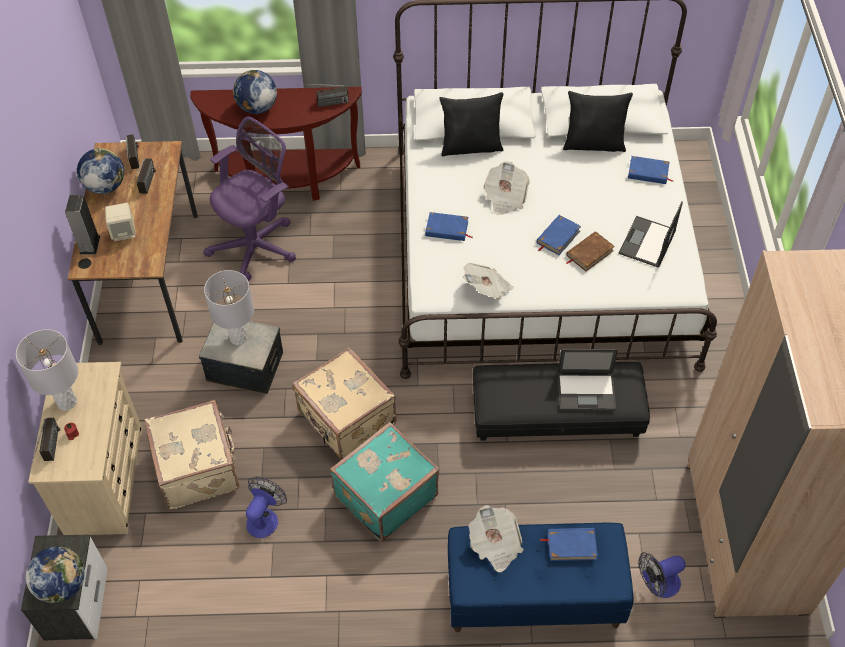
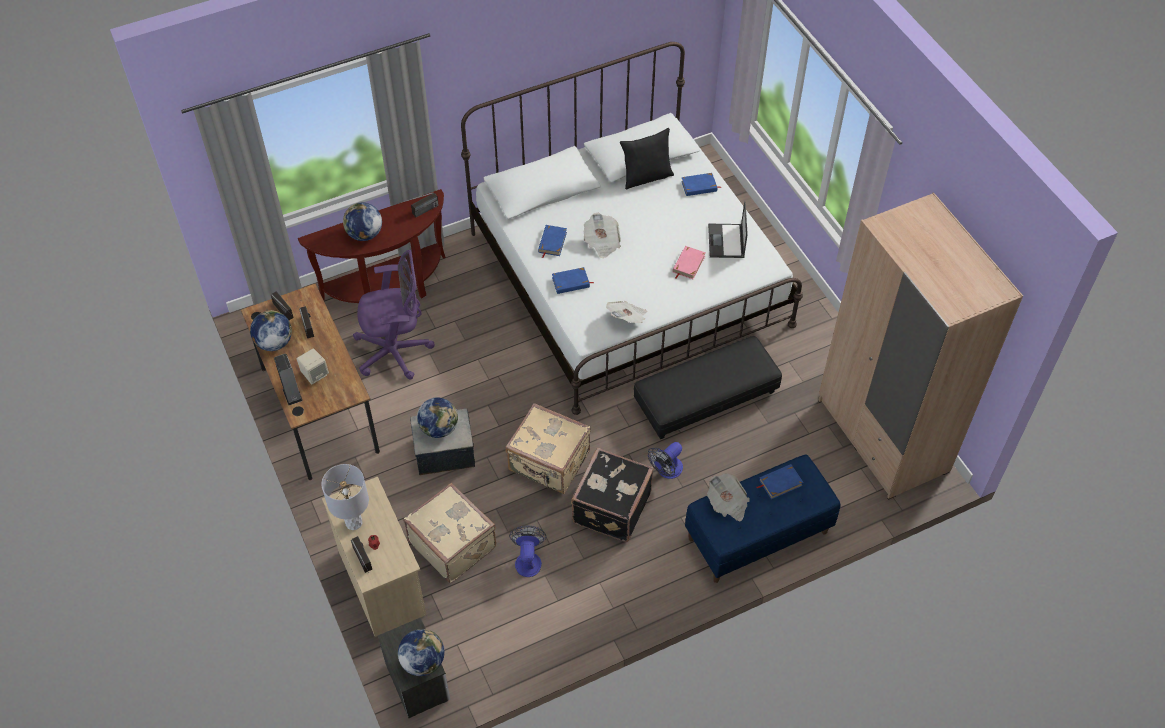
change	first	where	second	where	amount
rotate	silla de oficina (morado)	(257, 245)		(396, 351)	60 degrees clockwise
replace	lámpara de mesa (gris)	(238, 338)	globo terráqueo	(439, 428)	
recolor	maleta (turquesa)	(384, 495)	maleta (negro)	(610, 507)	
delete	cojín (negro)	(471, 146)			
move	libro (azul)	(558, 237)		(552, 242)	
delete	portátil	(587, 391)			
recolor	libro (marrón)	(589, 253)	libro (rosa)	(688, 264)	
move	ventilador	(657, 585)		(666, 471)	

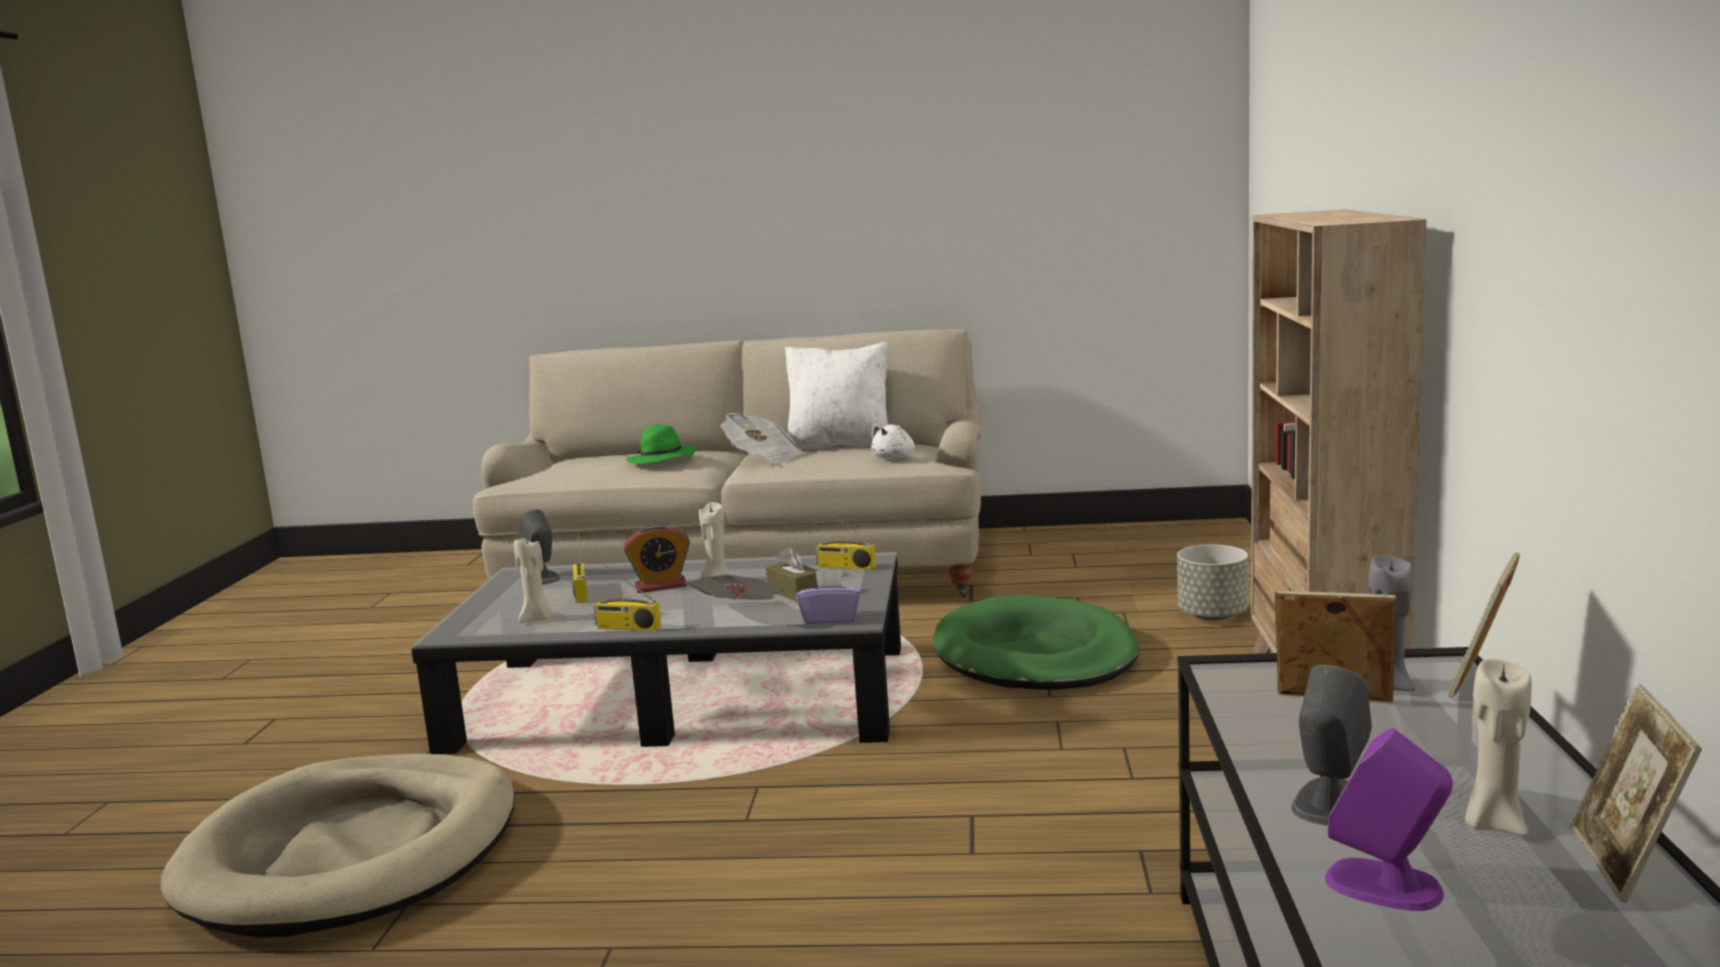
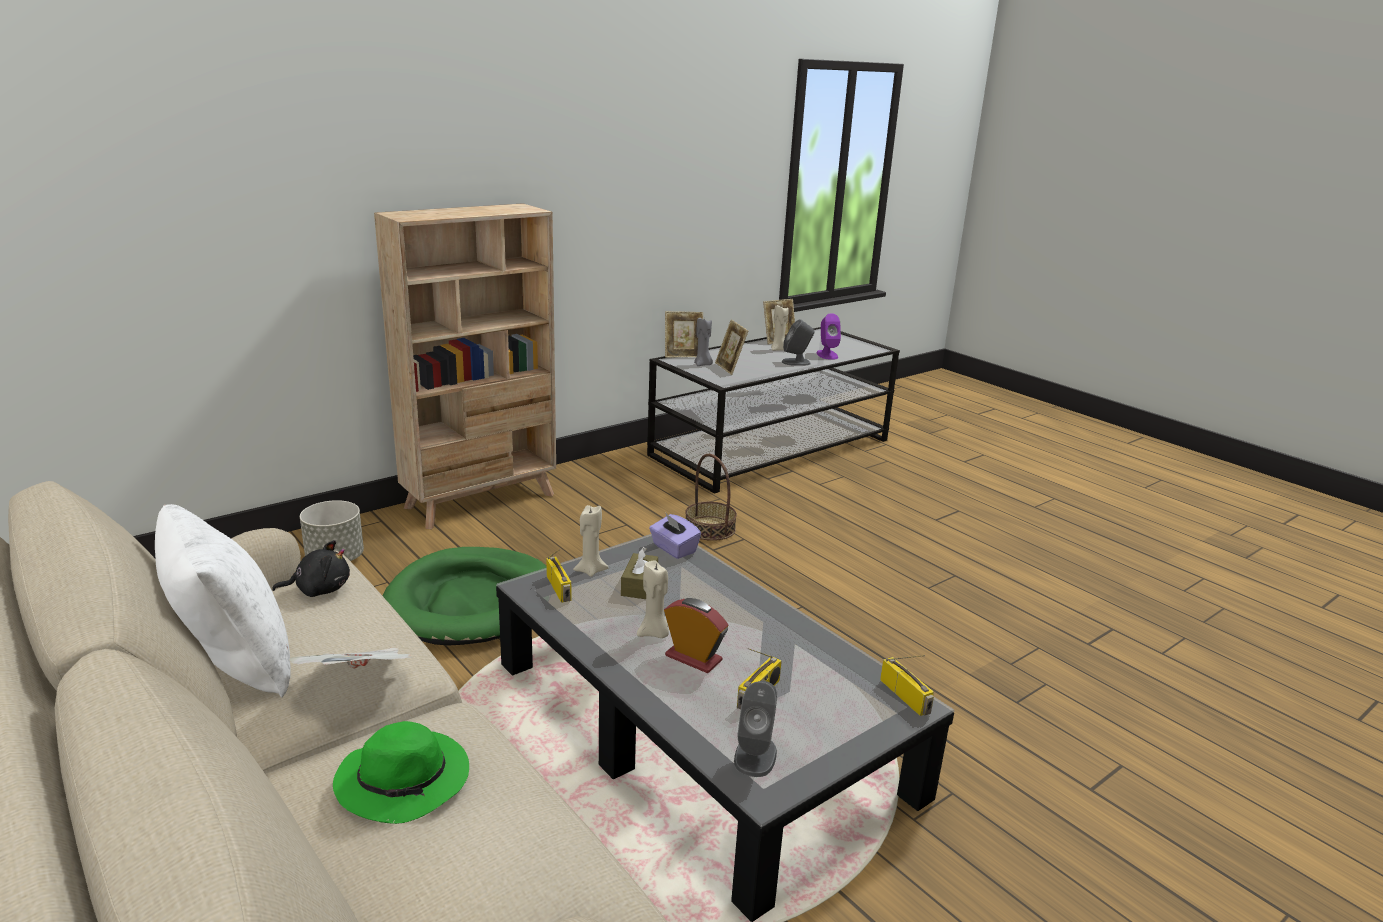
change	first	where	second	where	amount
delete	cama para perro (beis)	(353, 853)			
move	vela (beis)	(537, 619)		(590, 570)	
move	radio	(627, 628)		(906, 696)	
delete	periódico	(740, 615)			
recolor	peluche (blanco)	(895, 458)	peluche (negro)	(319, 589)	
insert			cesta	(709, 528)	

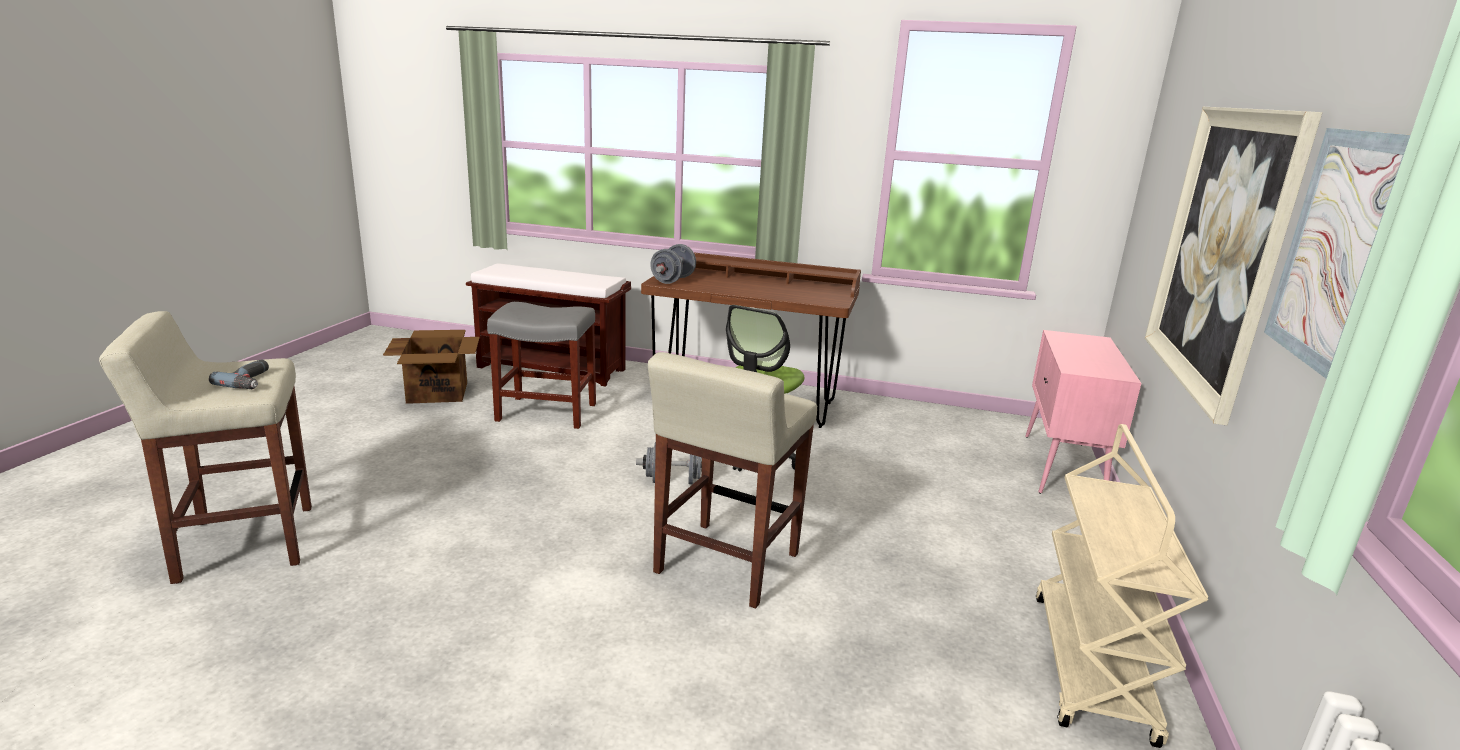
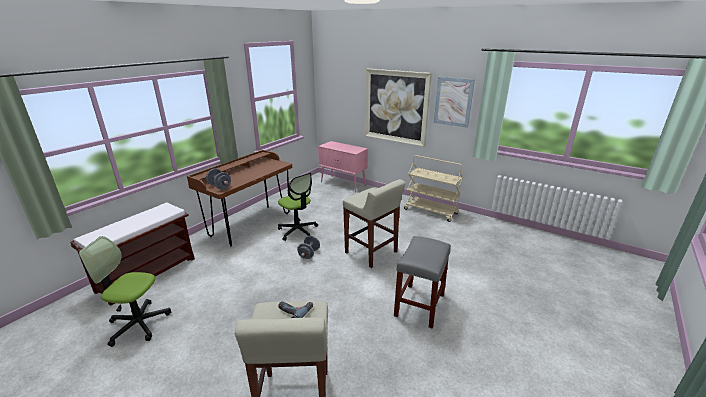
change	first	where	second	where	amount
replace	caja de cartón	(438, 392)	silla de oficina	(138, 324)	
move	taburete (gris)	(545, 412)		(419, 306)	

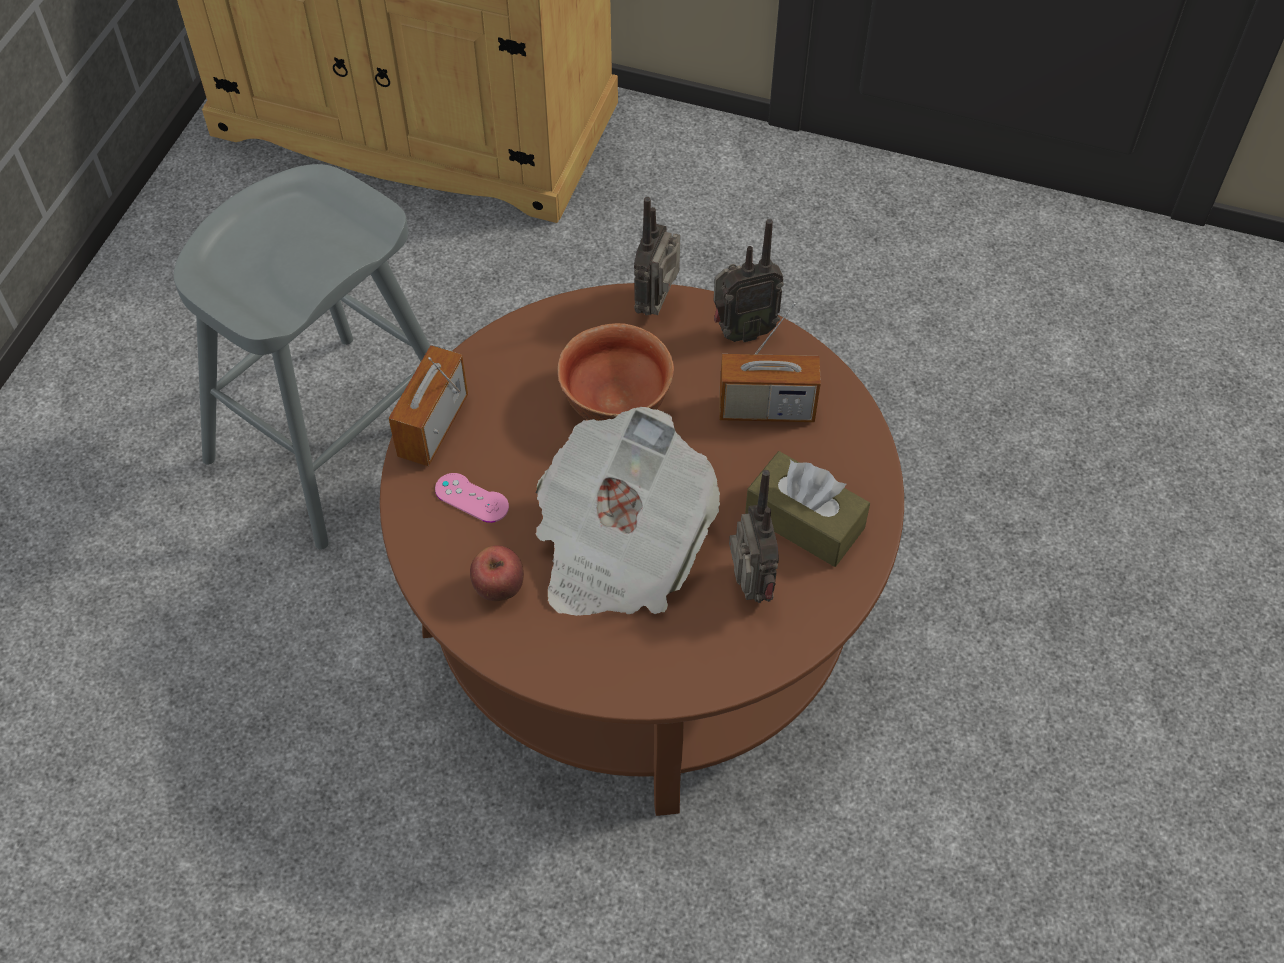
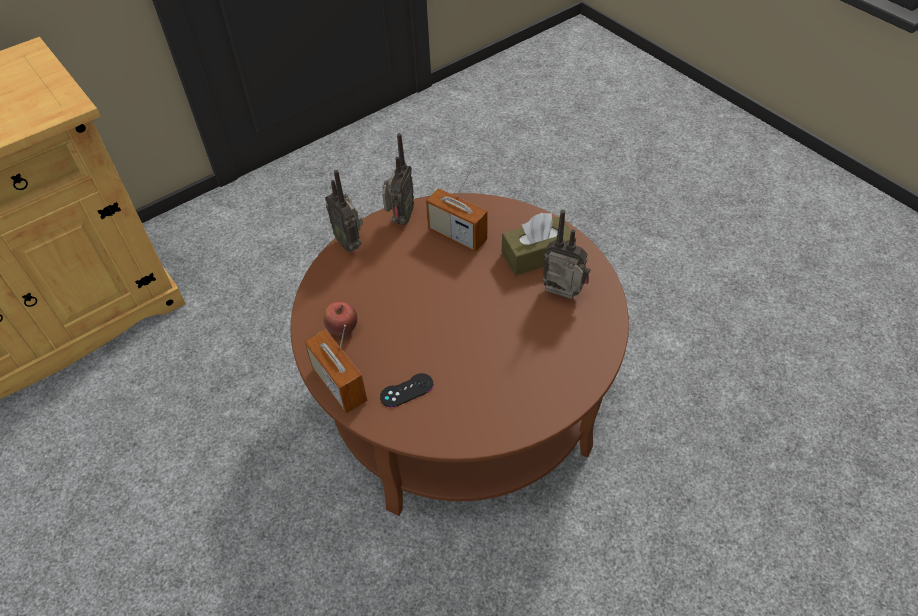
change	first	where	second	where	amount
delete	taburete (gris)	(335, 439)			
recolor	mando de consola (rosa)	(472, 498)	mando de consola (negro)	(406, 390)	
move	manzana	(499, 588)		(342, 330)	
delete	periódico	(619, 546)			
delete	cuenco	(614, 402)			
rotate	radio	(766, 409)		(457, 235)	90 degrees clockwise

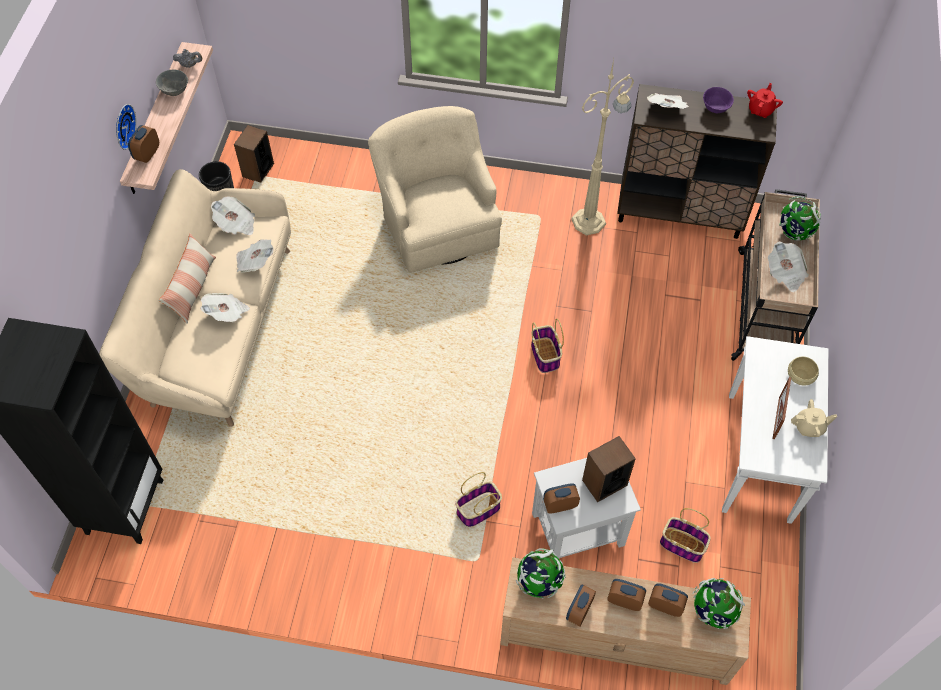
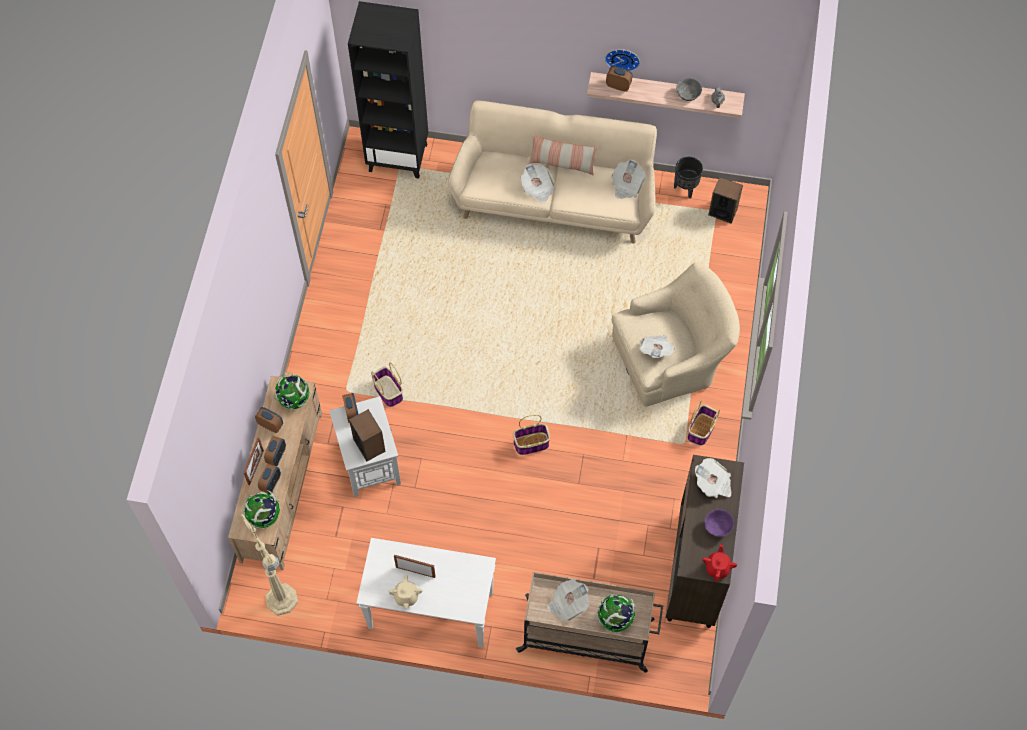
change	first	where	second	where	amount
move	periódico	(255, 262)		(656, 350)	
move	lámpara de pie (beis)	(590, 221)		(282, 601)	
move	cesta	(683, 545)		(701, 430)	
rotate	tetera (rojo)	(761, 110)		(717, 567)	105 degrees counterclockwise
delete	cuenco (beis)	(800, 375)			
insert			portarretratos	(255, 467)	

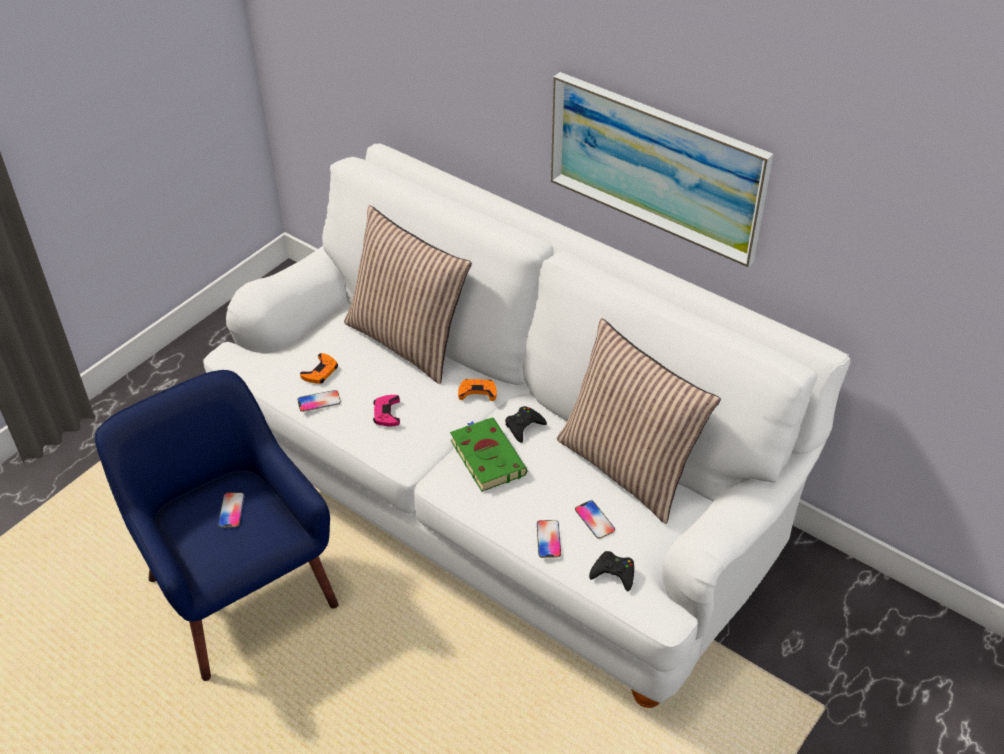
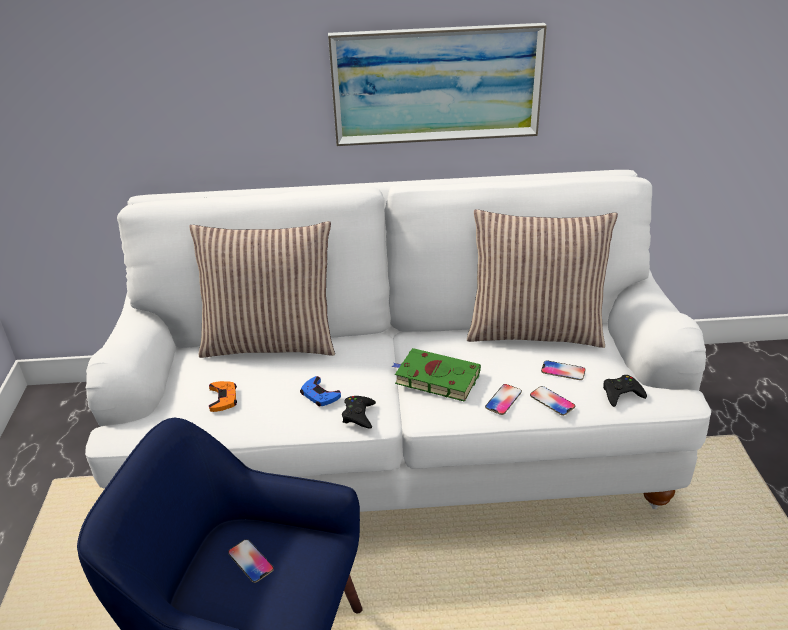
change	first	where	second	where	amount
move	móvil	(319, 401)		(503, 400)	
recolor	mando de consola (rosa)	(386, 413)	mando de consola (azul)	(319, 395)	
delete	mando de consola (naranja)	(477, 392)			
move	mando de consola (negro)	(524, 426)		(359, 415)	

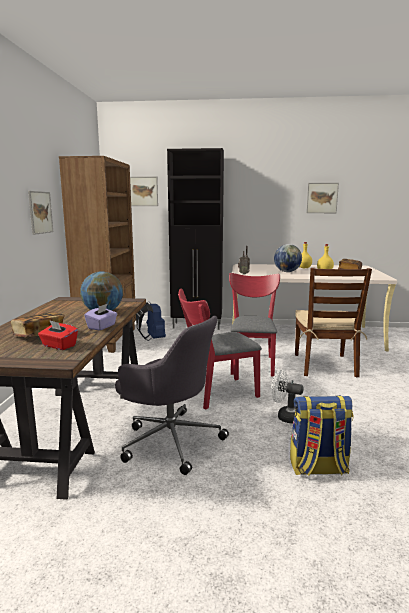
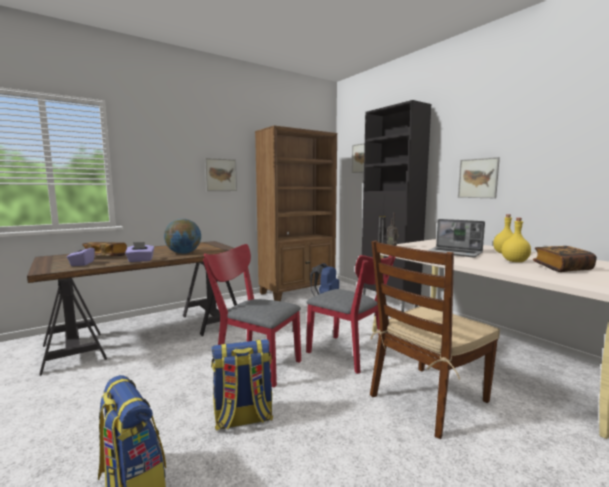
change	first	where	second	where	amount
recolor	caja de pañuelos (rojo)	(59, 346)	caja de pañuelos (morado)	(82, 264)	
delete	silla de oficina (gris)	(170, 440)			
rotate	silla (rojo)	(252, 363)		(350, 355)	75 degrees clockwise
replace	ventilador (blanco)	(285, 416)	mochila	(243, 419)	
replace	globo terráqueo	(287, 272)	portátil	(455, 253)	
move	cuadro	(322, 198)		(478, 178)	

